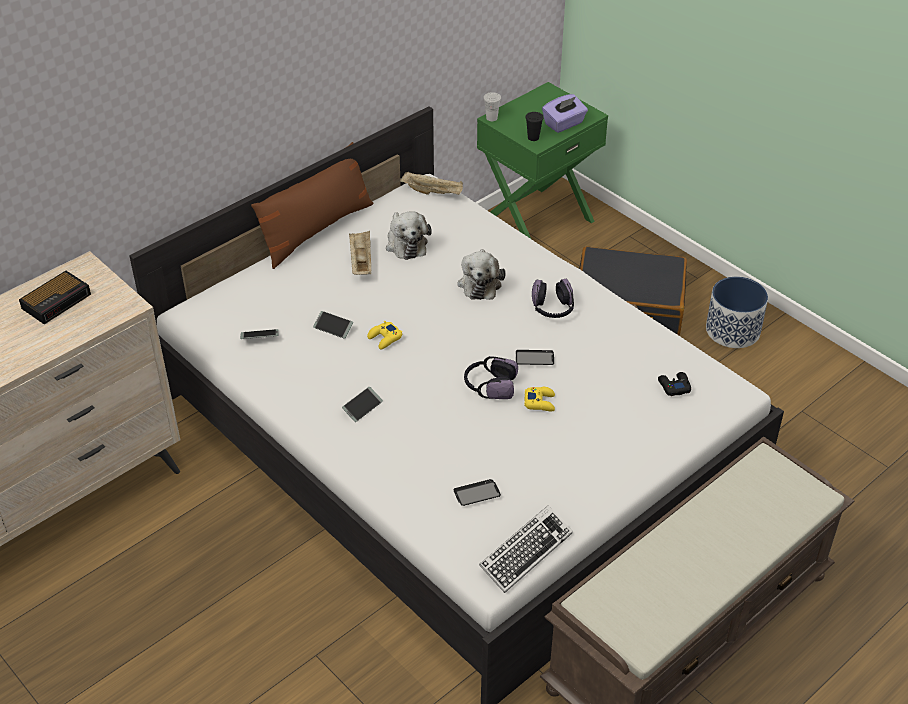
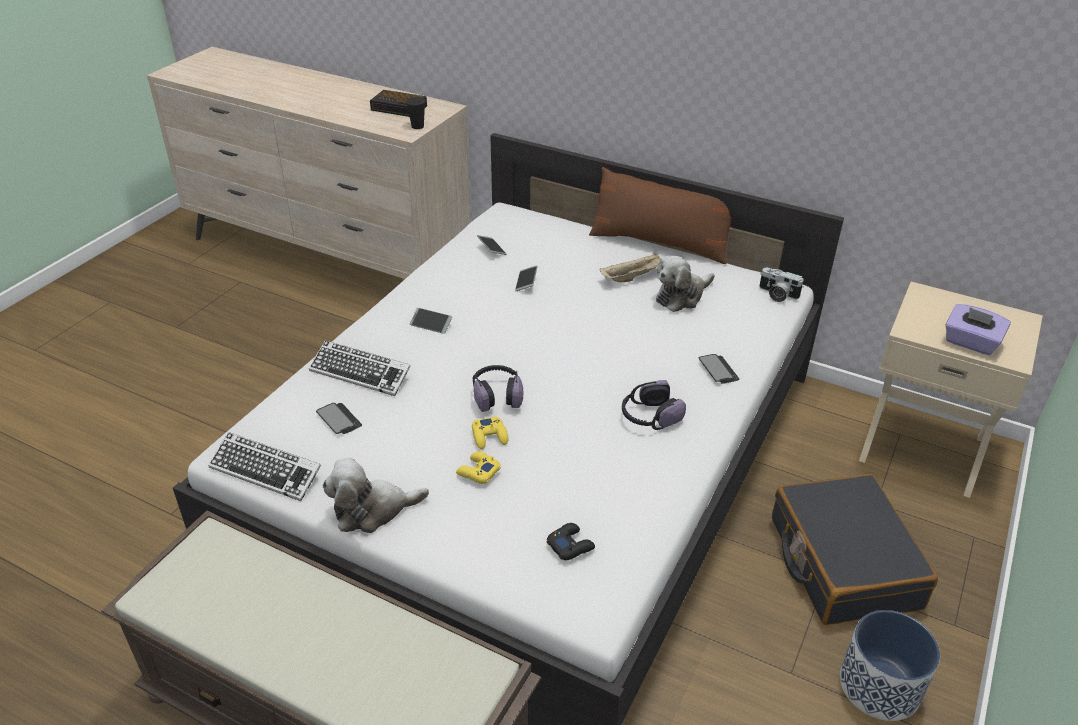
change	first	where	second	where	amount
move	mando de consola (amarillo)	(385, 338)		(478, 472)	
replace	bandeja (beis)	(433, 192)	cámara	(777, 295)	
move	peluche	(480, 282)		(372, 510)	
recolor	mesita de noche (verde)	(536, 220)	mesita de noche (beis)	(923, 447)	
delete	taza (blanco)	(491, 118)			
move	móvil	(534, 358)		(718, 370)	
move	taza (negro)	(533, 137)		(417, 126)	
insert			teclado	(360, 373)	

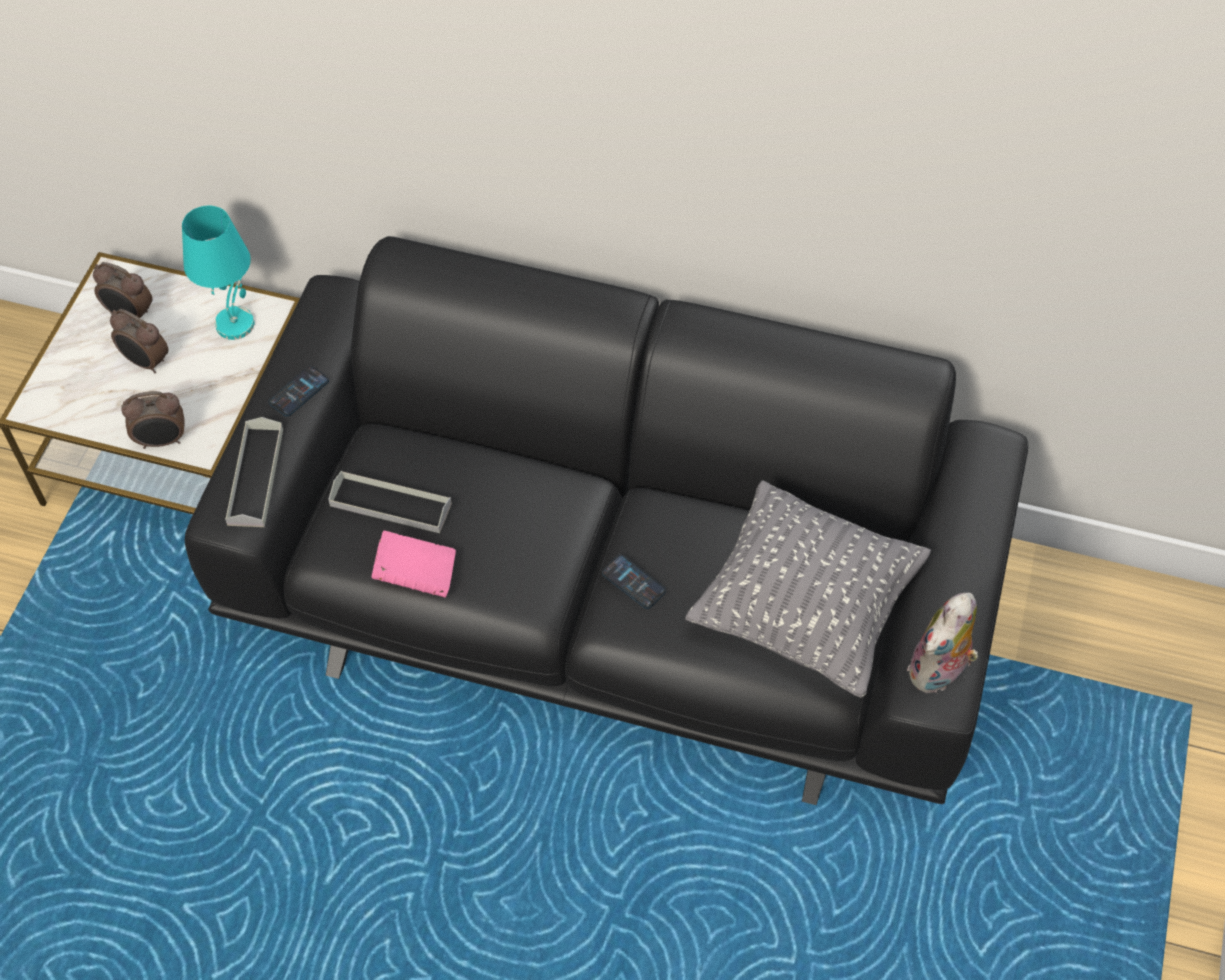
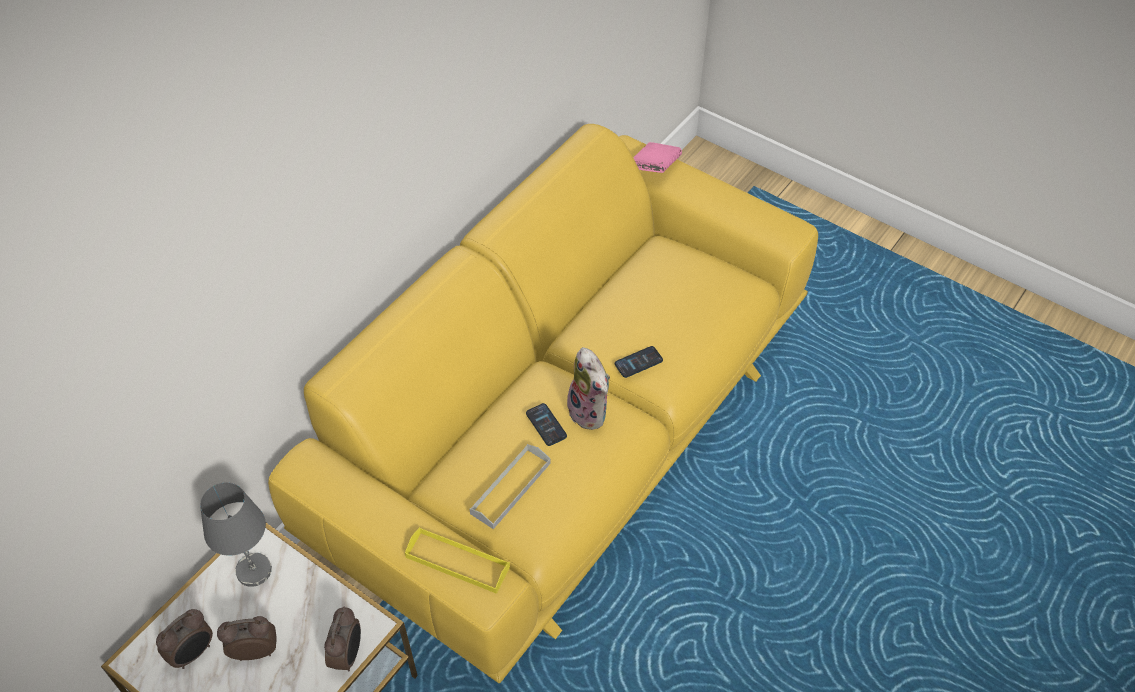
change	first	where	second	where	amount
rotate	despertador	(146, 362)		(255, 650)	150 degrees counterclockwise
recolor	lámpara de mesa (turquesa)	(235, 323)	lámpara de mesa (gris)	(253, 570)	
recolor	sofá (negro)	(616, 597)	sofá (amarillo)	(567, 434)	
recolor	bandeja (gris)	(255, 476)	bandeja (amarillo)	(457, 562)	
move	móvil	(299, 392)		(546, 425)	
move	libro (rosa)	(416, 575)		(655, 168)	
delete	cojín (gris)	(805, 611)			
move	peluche	(938, 672)		(590, 412)	

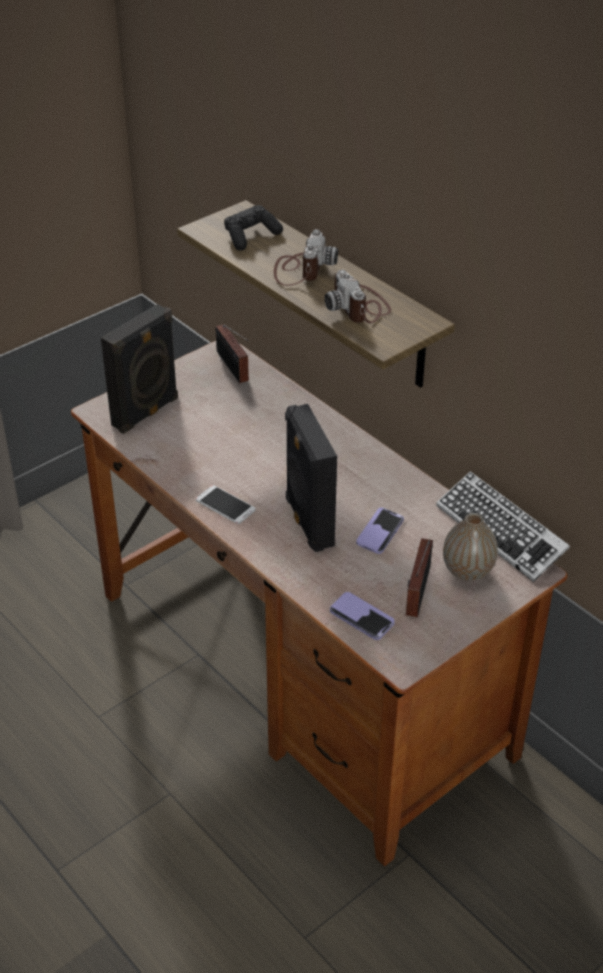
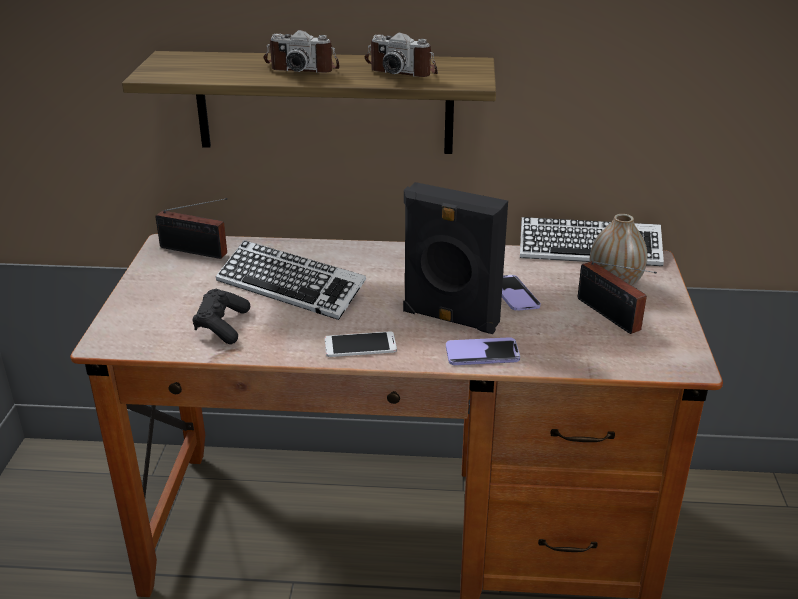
change	first	where	second	where	amount
delete	altavoz (negro)	(147, 413)			
move	mando de consola (negro)	(250, 236)		(222, 326)	
rotate	cámara	(301, 269)		(303, 68)	135 degrees clockwise
move	móvil	(361, 617)		(482, 354)	
insert			teclado	(290, 287)	

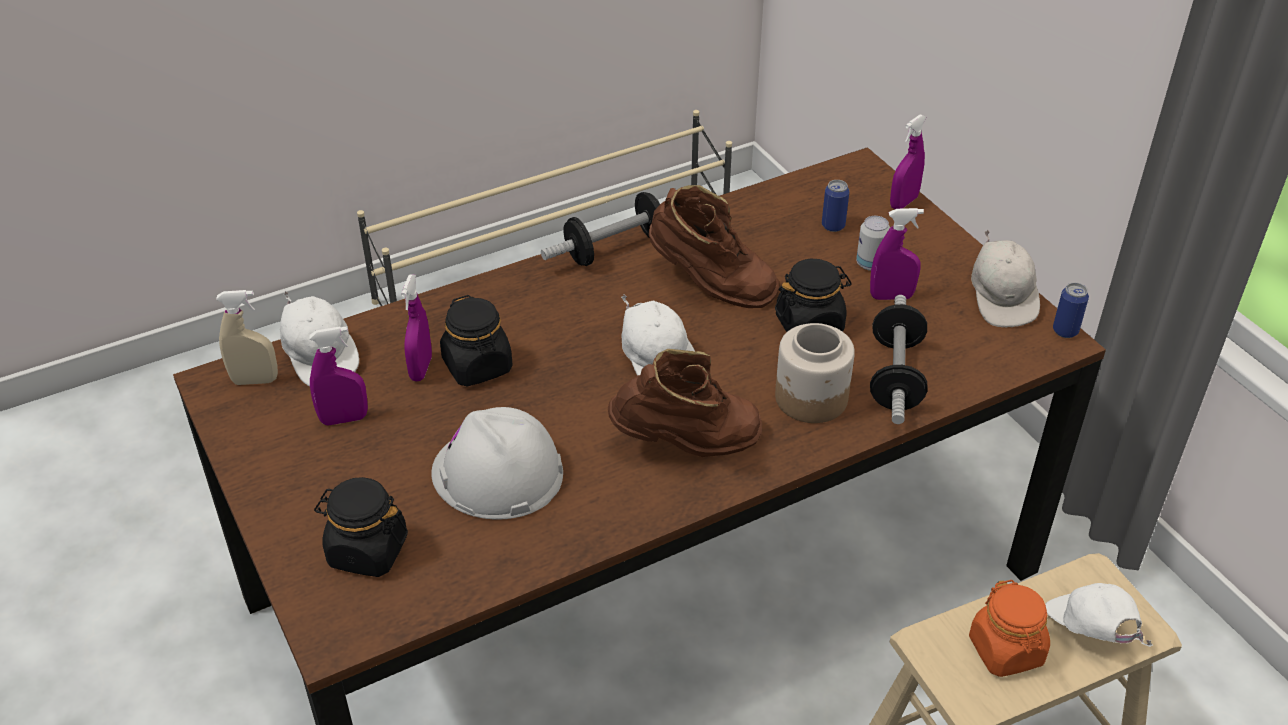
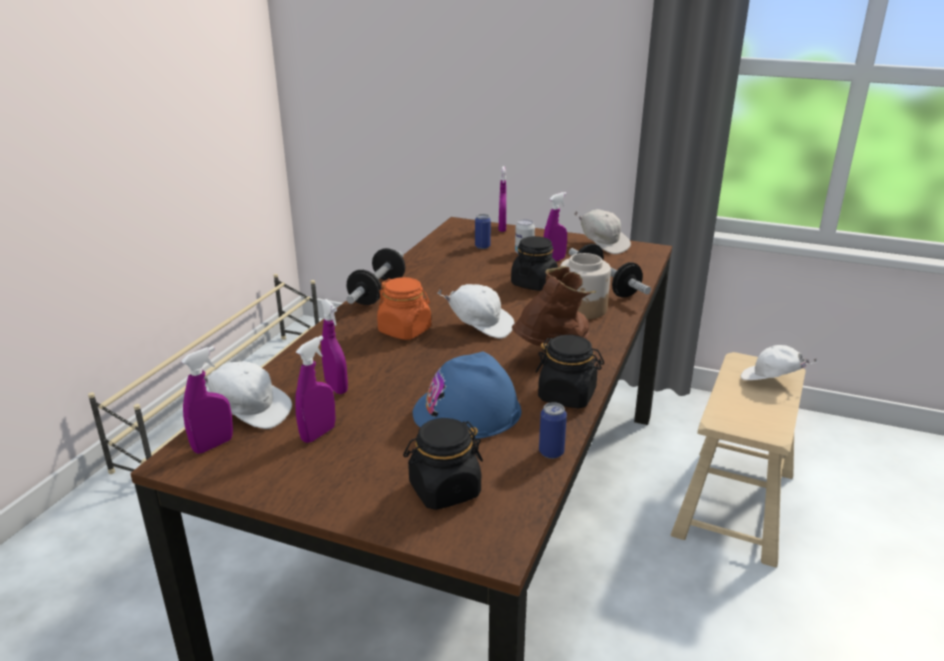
change	first	where	second	where	amount
recolor	pulverizador (beis)	(255, 380)	pulverizador (morado)	(213, 445)	
recolor	casco (blanco)	(497, 473)	casco (azul)	(467, 411)	
move	tarro (negro)	(478, 366)		(567, 396)	
delete	bota (marrón)	(710, 286)			
move	tarro (naranja)	(1006, 651)		(405, 330)	
move	lata	(1065, 331)		(551, 452)	

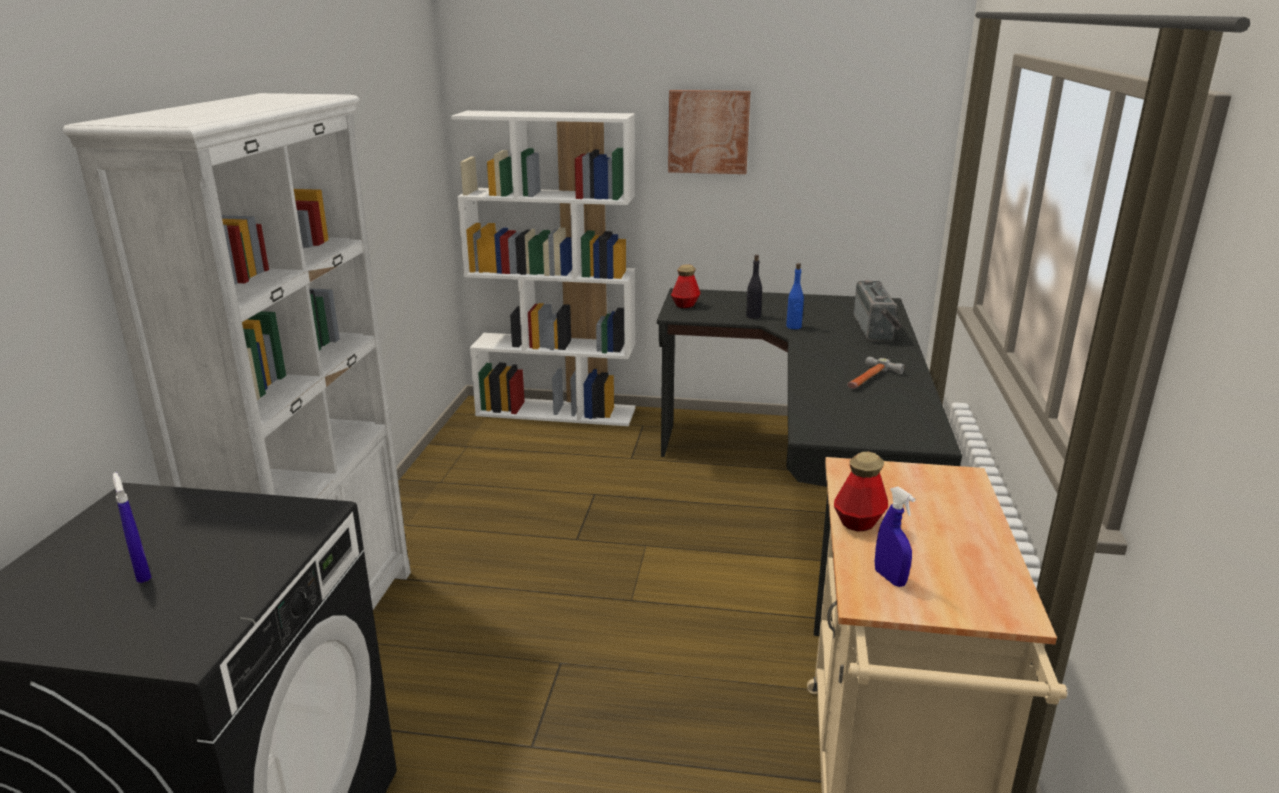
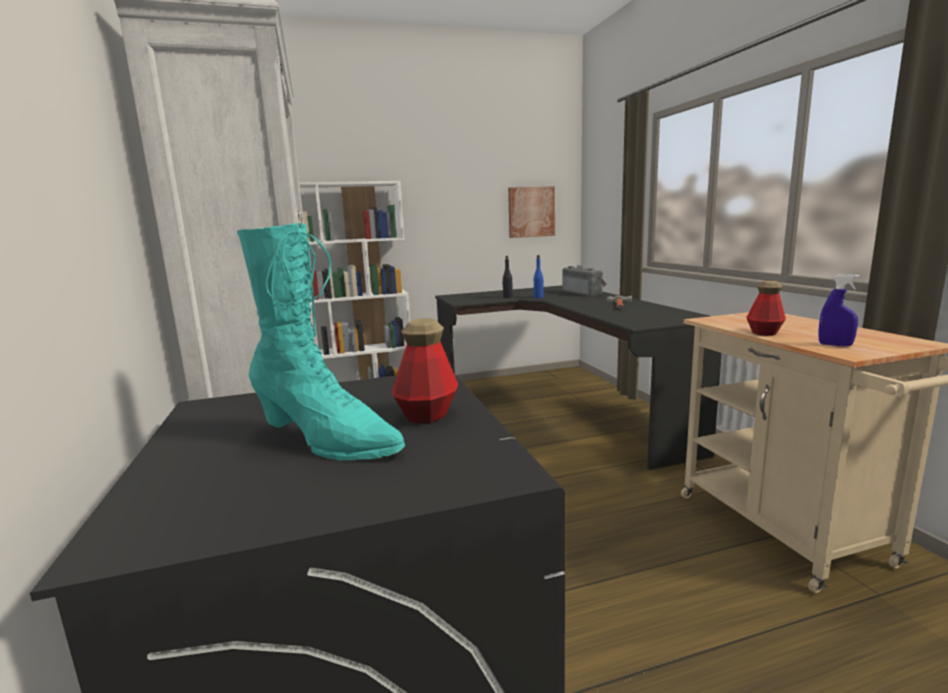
change	first	where	second	where	amount
replace	pulverizador (azul)	(142, 573)	bota (turquesa)	(326, 440)	
move	cuadro	(708, 132)		(531, 212)	
move	botella	(685, 305)		(427, 414)	

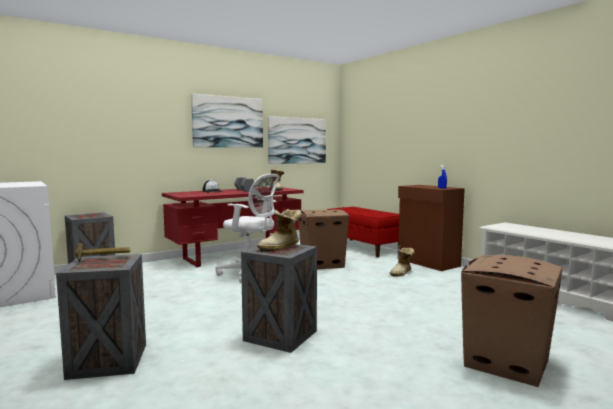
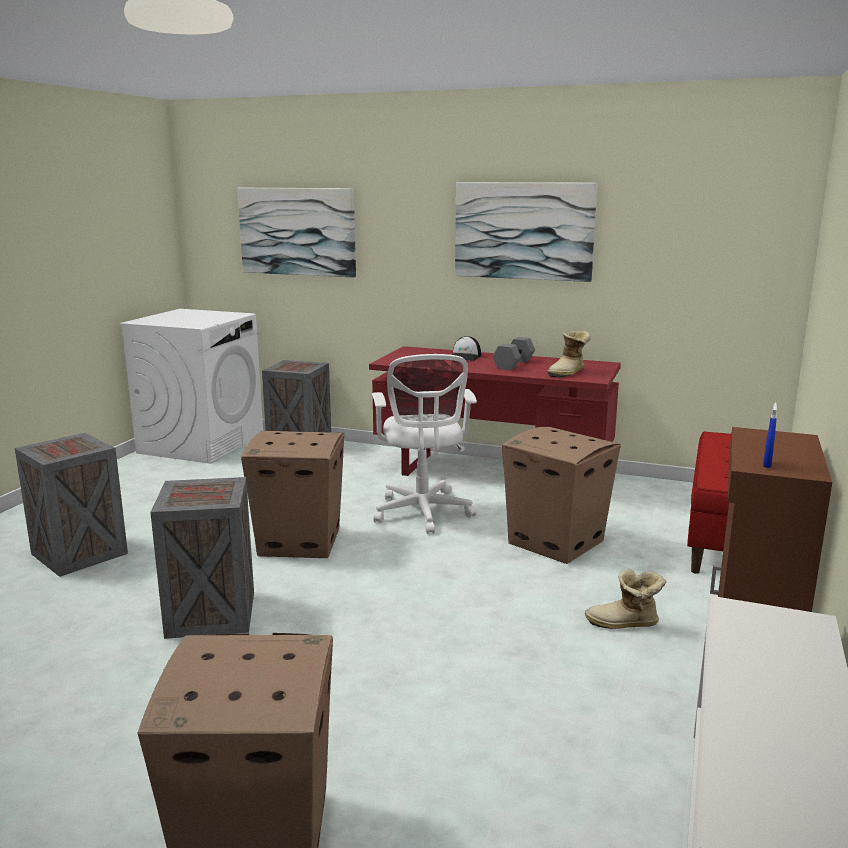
change	first	where	second	where	amount
delete	martillo	(103, 259)			
delete	bota	(281, 247)			
move	cuadro	(297, 140)		(297, 231)	
insert			caja de cartón	(301, 542)	

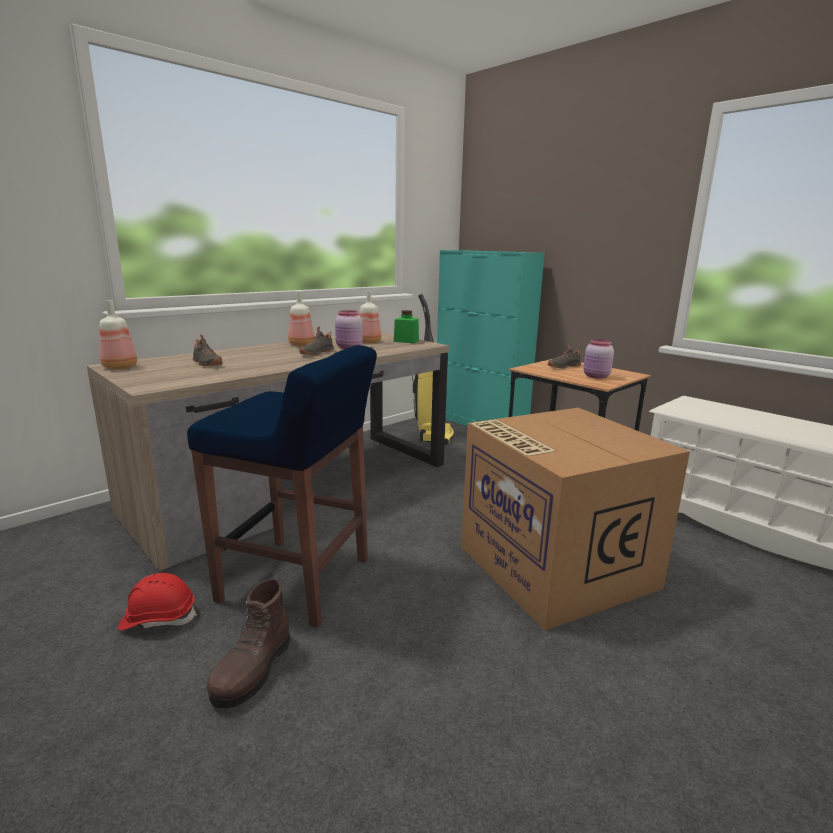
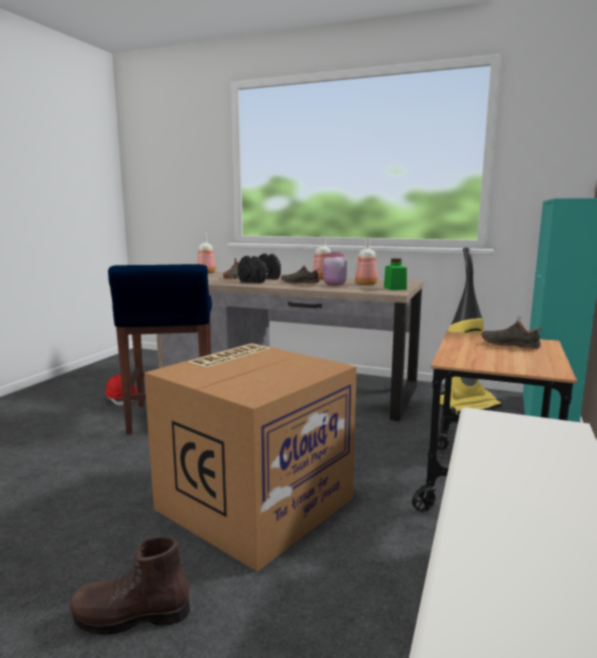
change	first	where	second	where	amount
move	bota (marrón)	(253, 670)		(131, 616)	
delete	tarro (rosa)	(596, 376)			
insert			mancuerna (negro)	(260, 280)	

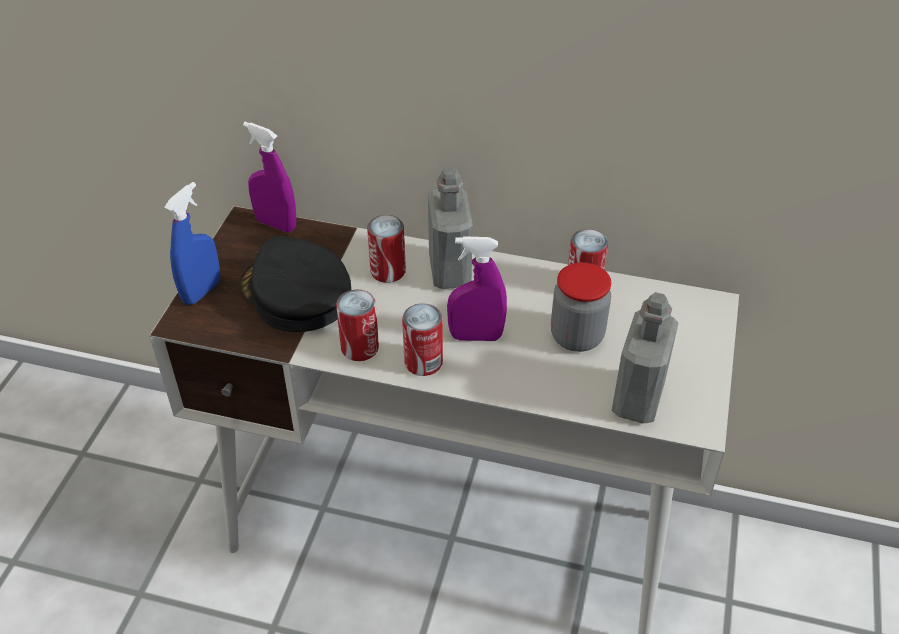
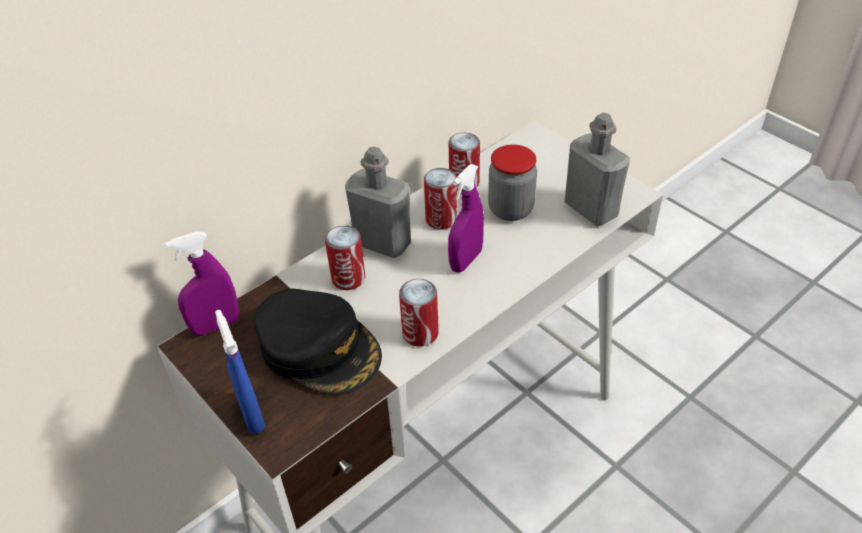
change	first	where	second	where	amount
rotate	gorra (negro)	(296, 294)		(319, 348)	135 degrees counterclockwise
move	lata	(423, 362)		(441, 219)	

